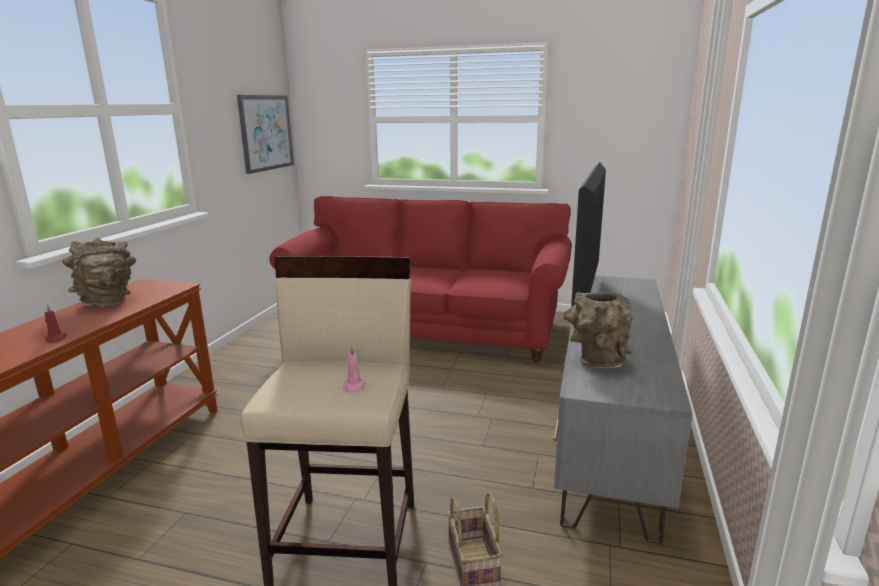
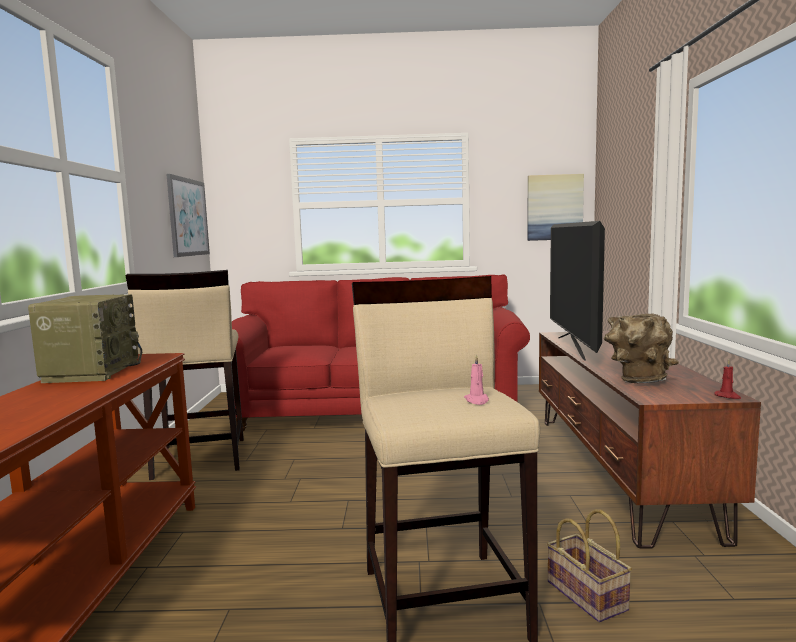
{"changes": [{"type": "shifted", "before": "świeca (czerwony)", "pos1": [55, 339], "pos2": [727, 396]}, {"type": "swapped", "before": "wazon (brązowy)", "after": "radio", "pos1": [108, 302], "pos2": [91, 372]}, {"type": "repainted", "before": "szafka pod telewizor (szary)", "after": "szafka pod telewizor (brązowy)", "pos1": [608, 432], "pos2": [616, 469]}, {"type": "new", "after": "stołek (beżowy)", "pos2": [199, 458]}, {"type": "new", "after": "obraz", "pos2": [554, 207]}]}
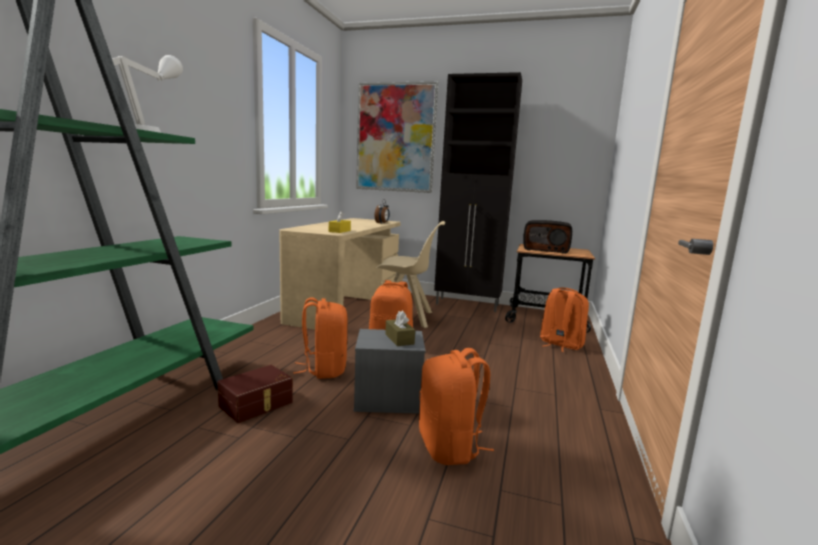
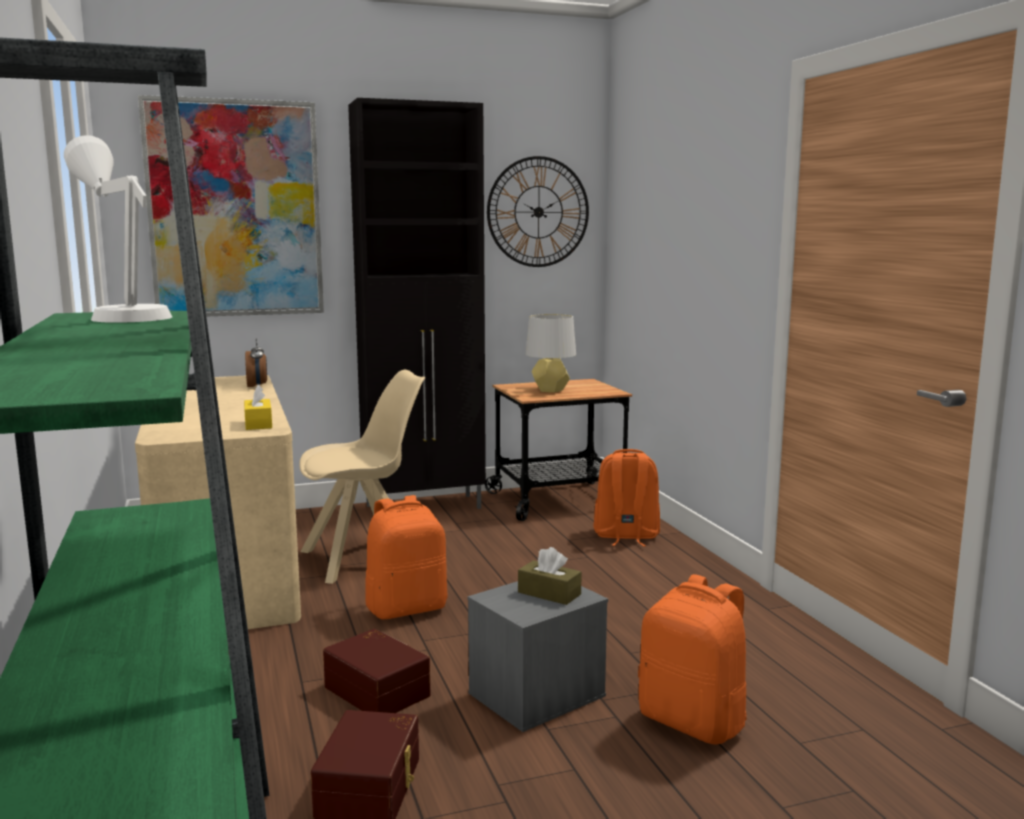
{"changes": [{"type": "swapped", "before": "plecak (pomarańczowy)", "after": "pojemnik do przechowywania (brązowy)", "pos1": [324, 369], "pos2": [379, 690]}, {"type": "swapped", "before": "radio", "after": "lampa stołowa (szary)", "pos1": [546, 249], "pos2": [550, 390]}, {"type": "new", "after": "zegar ścienny", "pos2": [538, 212]}]}
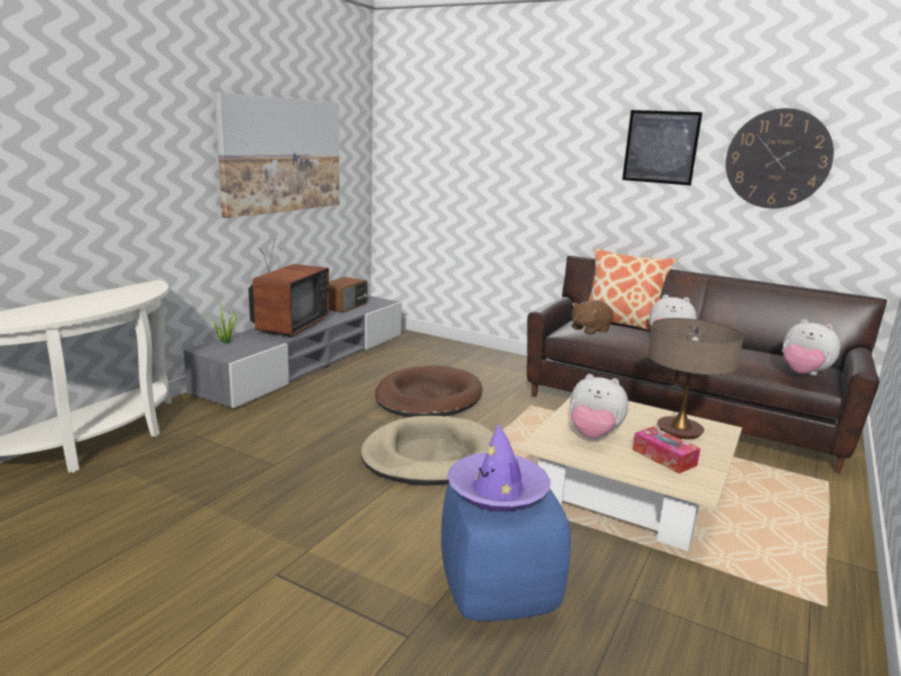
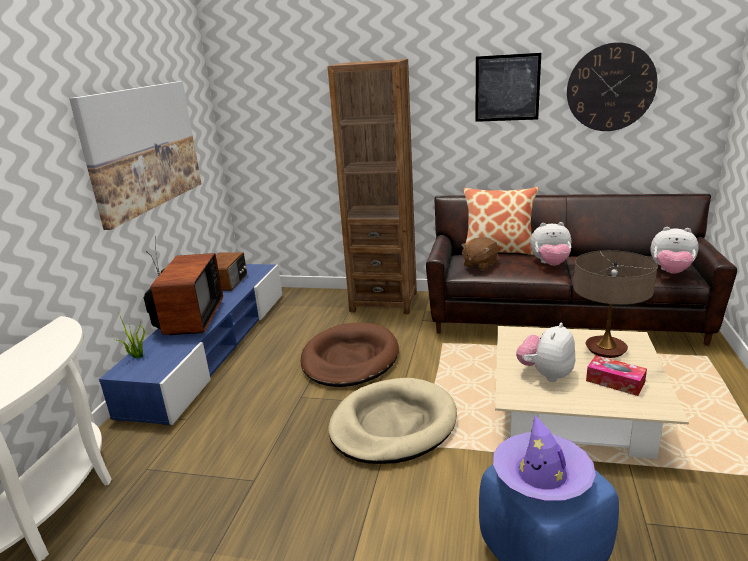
{"changes": [{"type": "repainted", "before": "szafka pod telewizor (szary)", "after": "szafka pod telewizor (niebieski)", "pos1": [309, 362], "pos2": [213, 347]}, {"type": "rotated", "before": "pluszak", "pos1": [593, 435], "pos2": [546, 374], "turn": 120}, {"type": "new", "after": "regał (brązowy)", "pos2": [384, 302]}]}
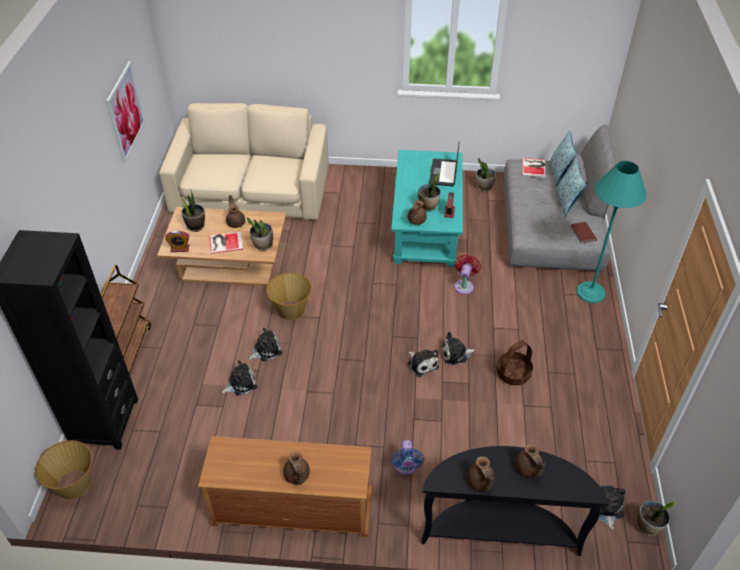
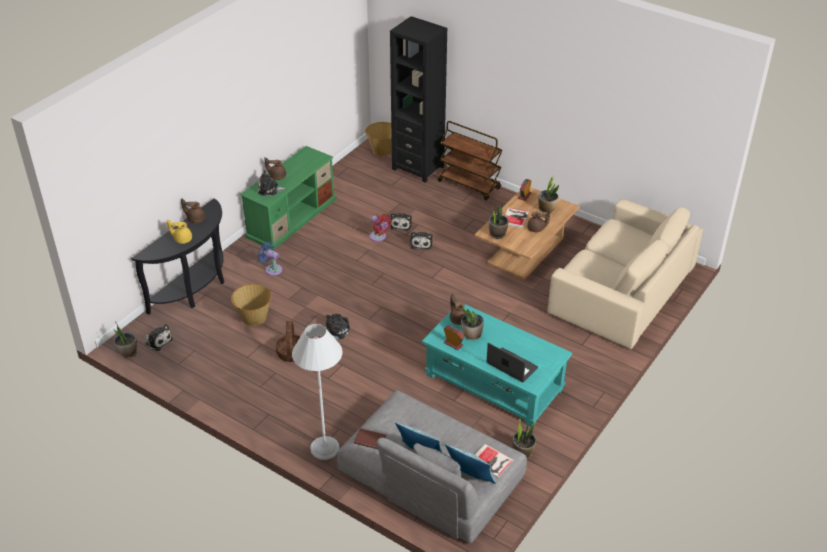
{"changes": [{"type": "gone", "before": "obraz", "pos1": [126, 112]}, {"type": "repainted", "before": "szafka pod telewizor (brązowy)", "after": "szafka pod telewizor (zielony)", "pos1": [291, 508], "pos2": [292, 217]}, {"type": "shifted", "before": "koszyk", "pos1": [291, 310], "pos2": [254, 318]}, {"type": "shifted", "before": "pluszak", "pos1": [422, 364], "pos2": [269, 189]}, {"type": "shifted", "before": "wentylator (czerwony)", "pos1": [464, 285], "pos2": [379, 237]}, {"type": "repainted", "before": "imbryk (brązowy)", "after": "imbryk (żółty)", "pos1": [528, 469], "pos2": [182, 239]}, {"type": "repainted", "before": "lampa stojąca (turkusowy)", "after": "lampa stojąca (biały)", "pos1": [590, 292], "pos2": [324, 448]}]}
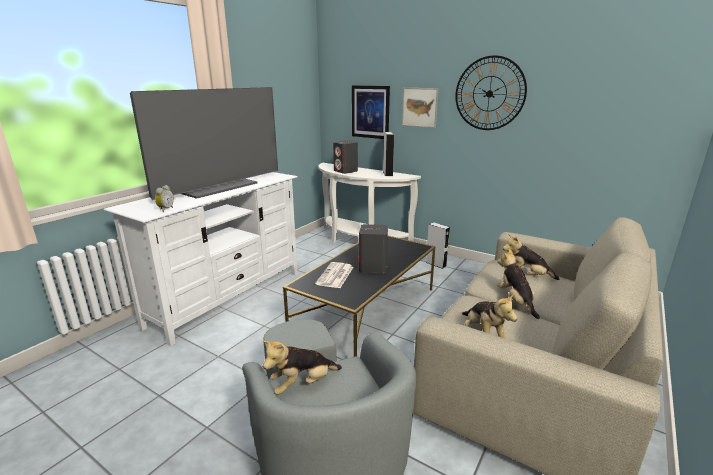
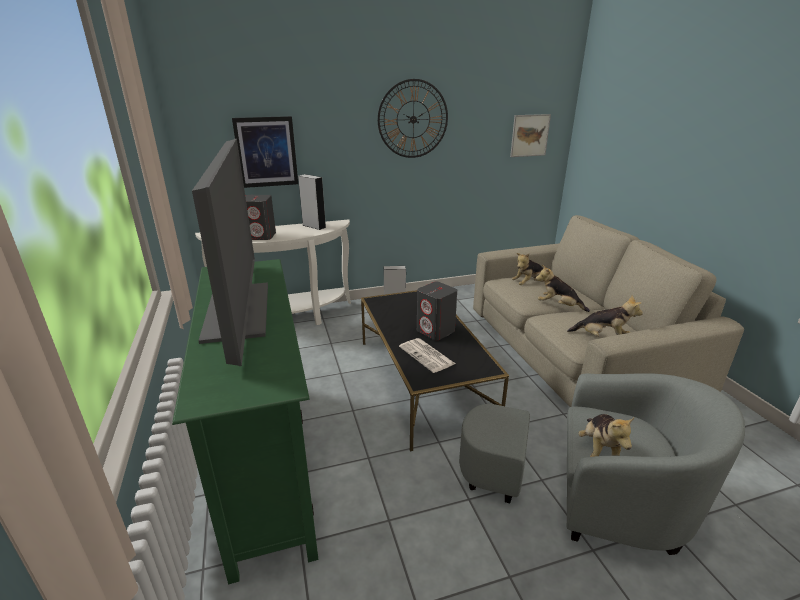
{"changes": [{"type": "repainted", "before": "szafka pod telewizor (biały)", "after": "szafka pod telewizor (zielony)", "pos1": [227, 297], "pos2": [265, 462]}, {"type": "gone", "before": "budzik", "pos1": [165, 209]}, {"type": "shifted", "before": "obraz", "pos1": [419, 107], "pos2": [529, 135]}]}
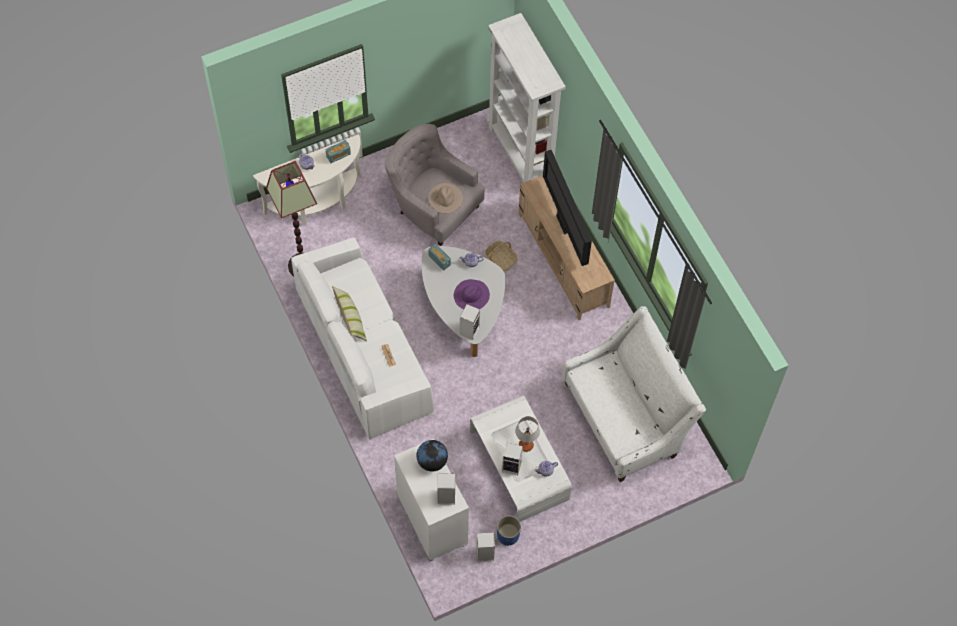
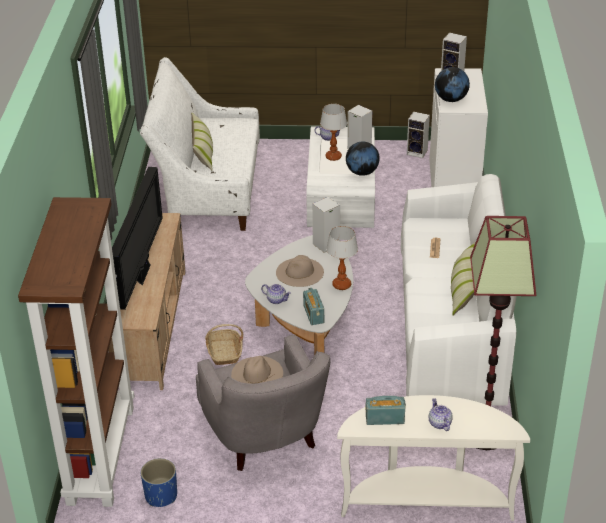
{"changes": [{"type": "repainted", "before": "kapelusz (fioletowy)", "after": "kapelusz (beżowy)", "pos1": [471, 295], "pos2": [299, 272]}, {"type": "repainted", "before": "regał (biały)", "after": "regał (brązowy)", "pos1": [521, 155], "pos2": [100, 453]}, {"type": "shifted", "before": "donica (niebieski)", "pos1": [508, 535], "pos2": [161, 496]}, {"type": "new", "after": "poduszka", "pos2": [203, 153]}, {"type": "new", "after": "lampa stołowa", "pos2": [341, 285]}, {"type": "new", "after": "globus", "pos2": [362, 172]}]}
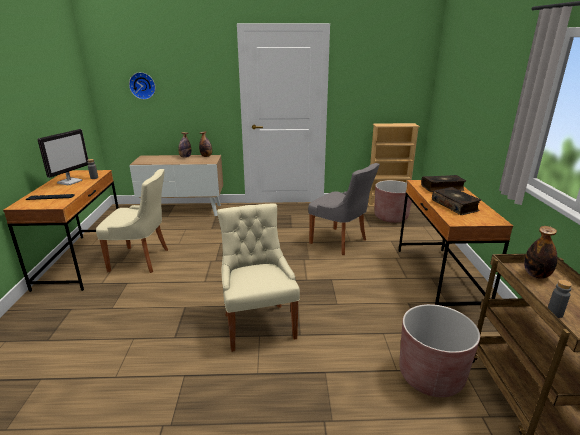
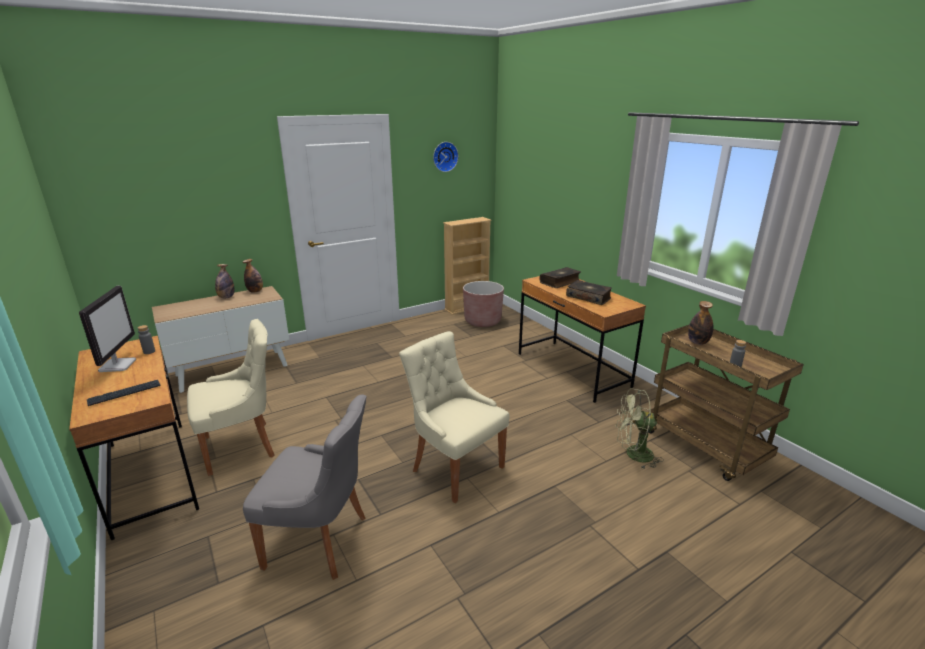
{"changes": [{"type": "shifted", "before": "zegar ścienny", "pos1": [142, 85], "pos2": [444, 156]}, {"type": "shifted", "before": "krzesło (szary)", "pos1": [340, 242], "pos2": [320, 541]}, {"type": "swapped", "before": "donica (brązowy)", "after": "wentylator (zielony)", "pos1": [431, 376], "pos2": [633, 455]}]}
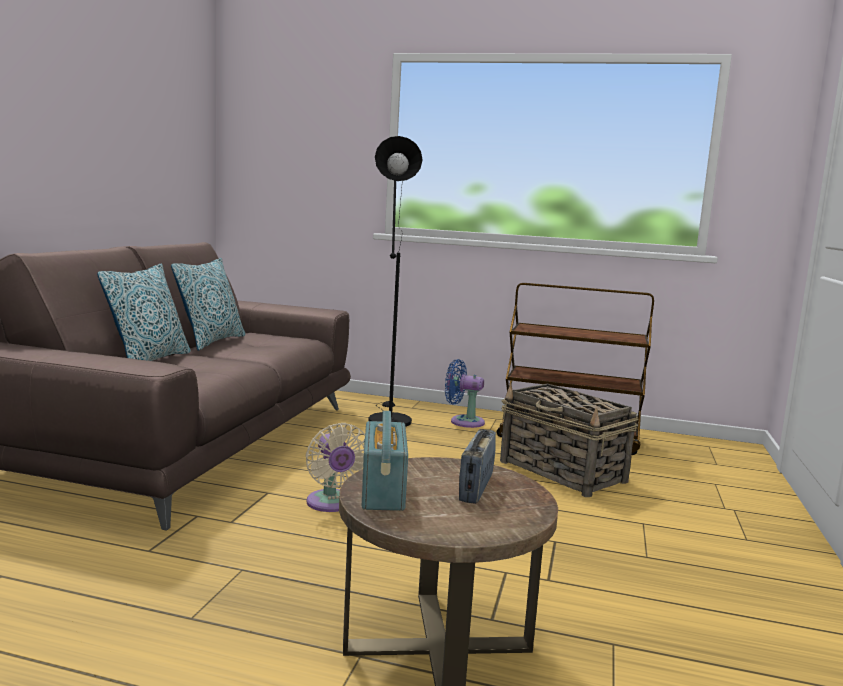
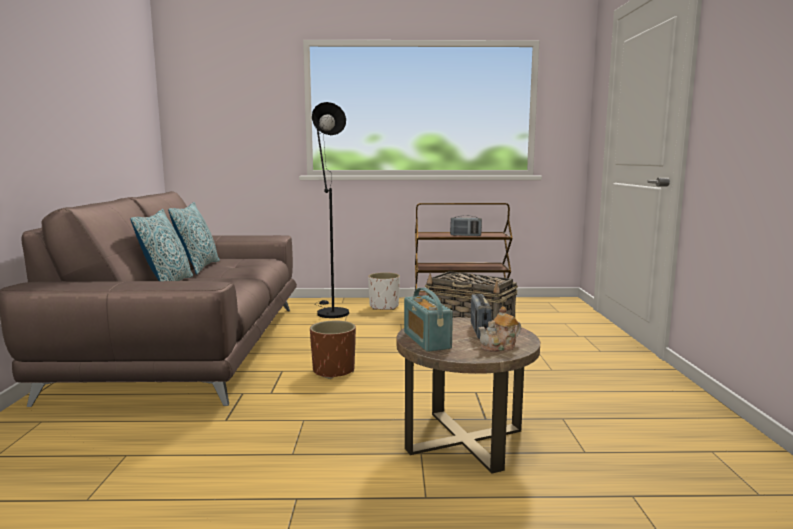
{"changes": [{"type": "swapped", "before": "wentylator (beżowy)", "after": "donica (brązowy)", "pos1": [332, 504], "pos2": [333, 371]}, {"type": "swapped", "before": "wentylator (niebieski)", "after": "donica (biały)", "pos1": [463, 421], "pos2": [384, 307]}, {"type": "new", "after": "radio", "pos2": [465, 235]}, {"type": "new", "after": "imbryk", "pos2": [499, 347]}]}
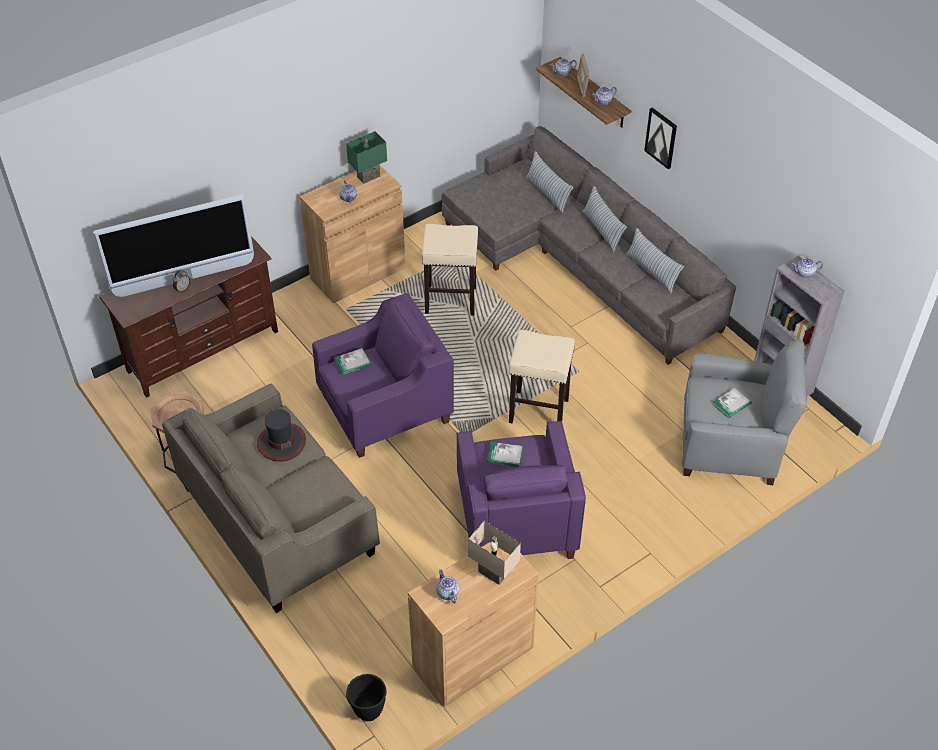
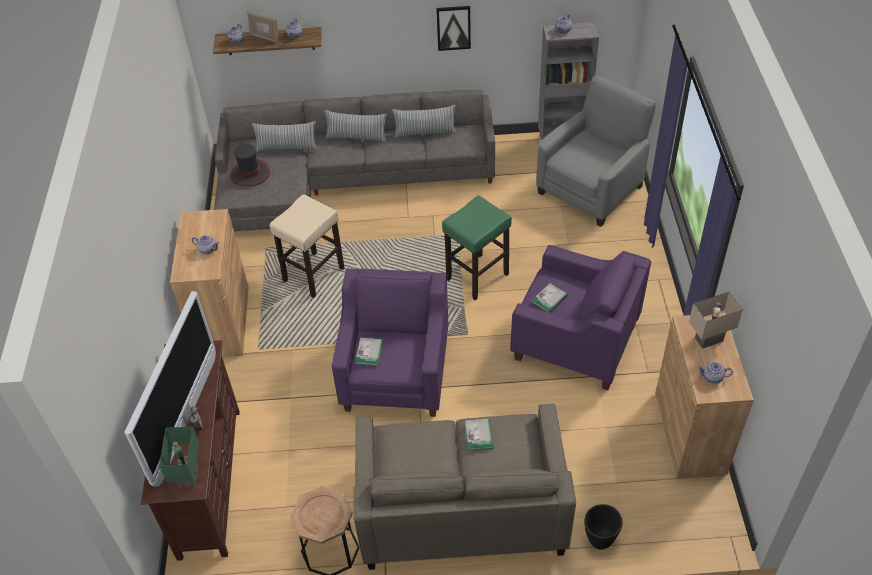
{"changes": [{"type": "shifted", "before": "kapelusz", "pos1": [281, 442], "pos2": [249, 174]}, {"type": "shifted", "before": "lampa stołowa (zielony)", "pos1": [369, 177], "pos2": [190, 476]}, {"type": "shifted", "before": "donica (czarny)", "pos1": [368, 711], "pos2": [599, 540]}, {"type": "repainted", "before": "stołek (beżowy)", "after": "stołek (zielony)", "pos1": [538, 411], "pos2": [477, 277]}, {"type": "shifted", "before": "obraz", "pos1": [661, 137], "pos2": [453, 27]}, {"type": "shifted", "before": "książka", "pos1": [731, 404], "pos2": [479, 435]}]}
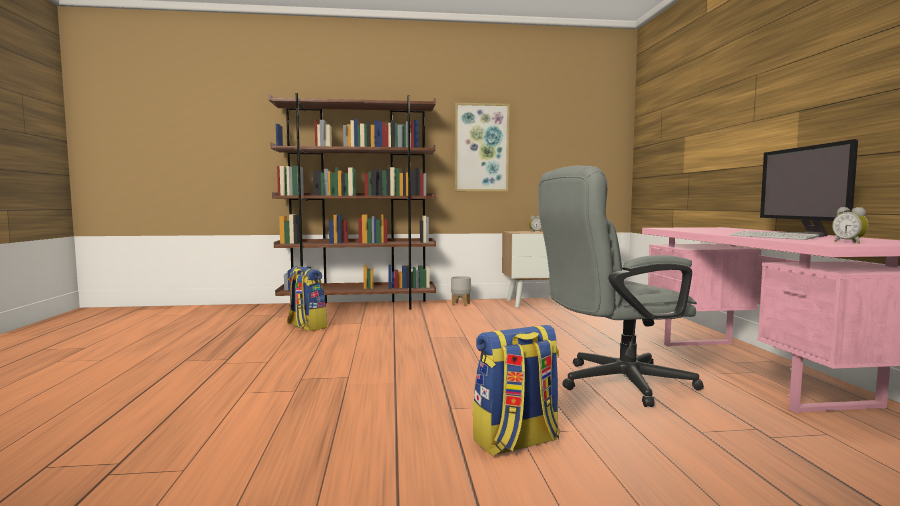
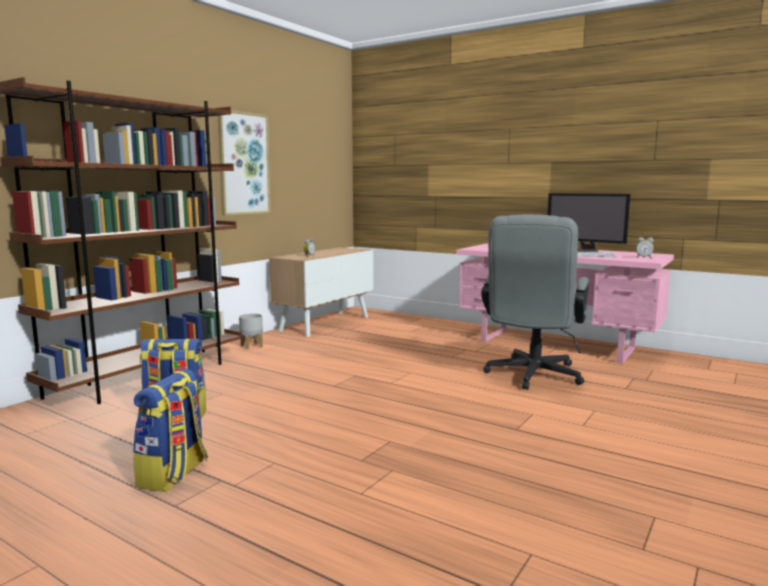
{"changes": [{"type": "shifted", "before": "plecak", "pos1": [516, 442], "pos2": [174, 474]}]}
